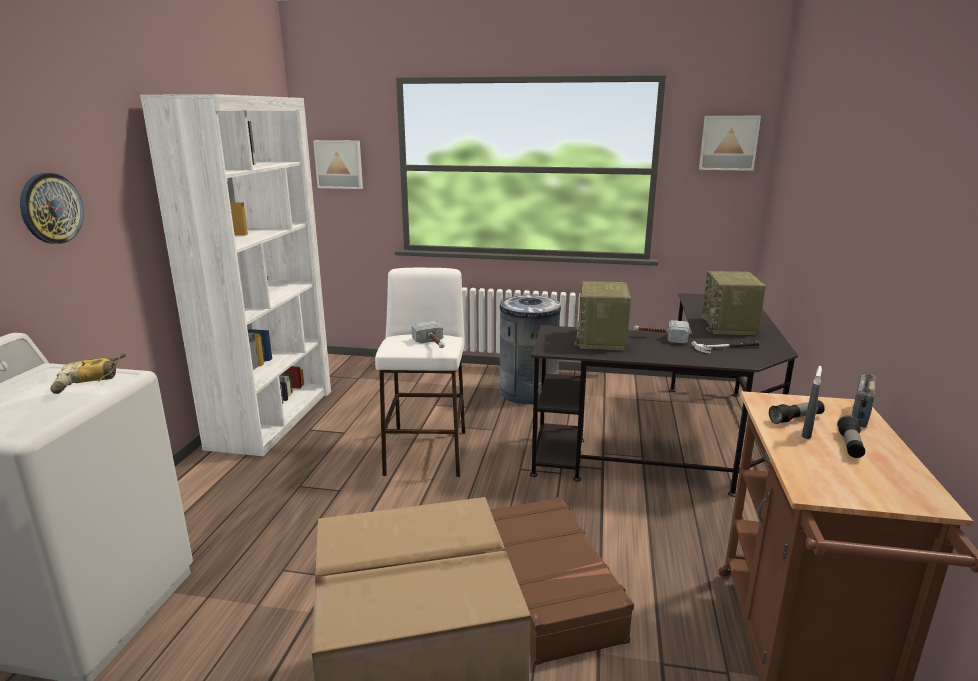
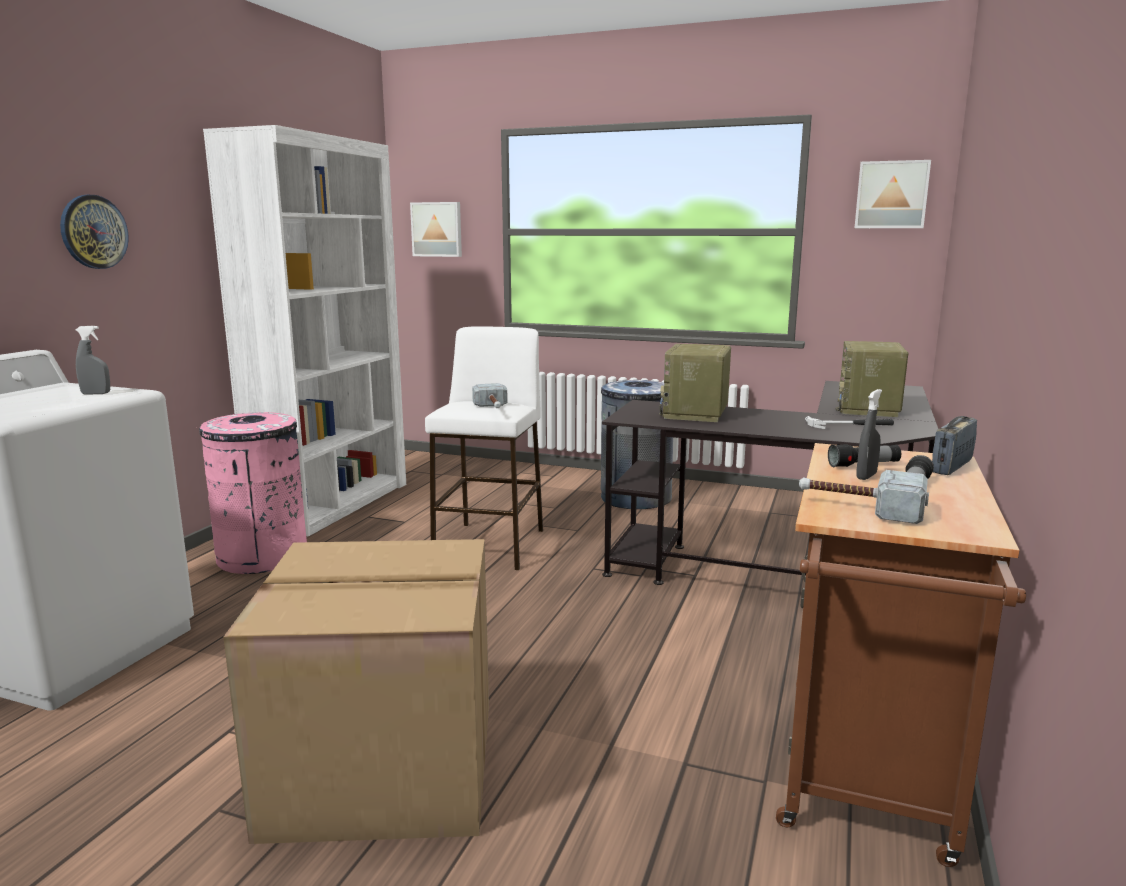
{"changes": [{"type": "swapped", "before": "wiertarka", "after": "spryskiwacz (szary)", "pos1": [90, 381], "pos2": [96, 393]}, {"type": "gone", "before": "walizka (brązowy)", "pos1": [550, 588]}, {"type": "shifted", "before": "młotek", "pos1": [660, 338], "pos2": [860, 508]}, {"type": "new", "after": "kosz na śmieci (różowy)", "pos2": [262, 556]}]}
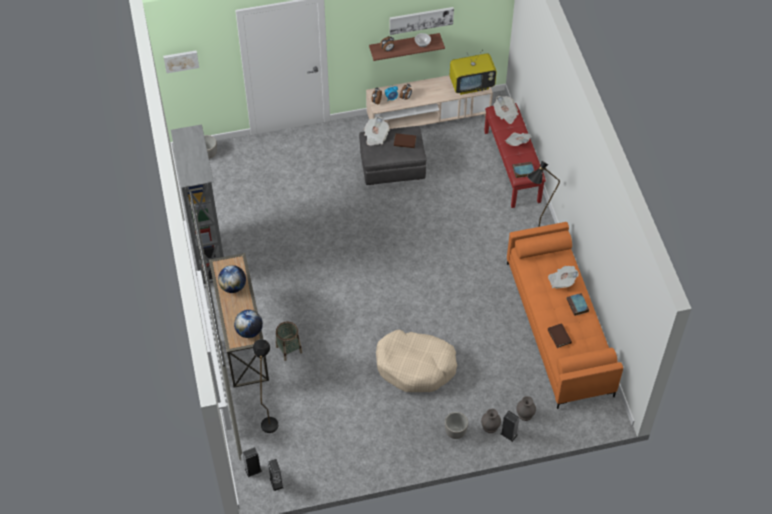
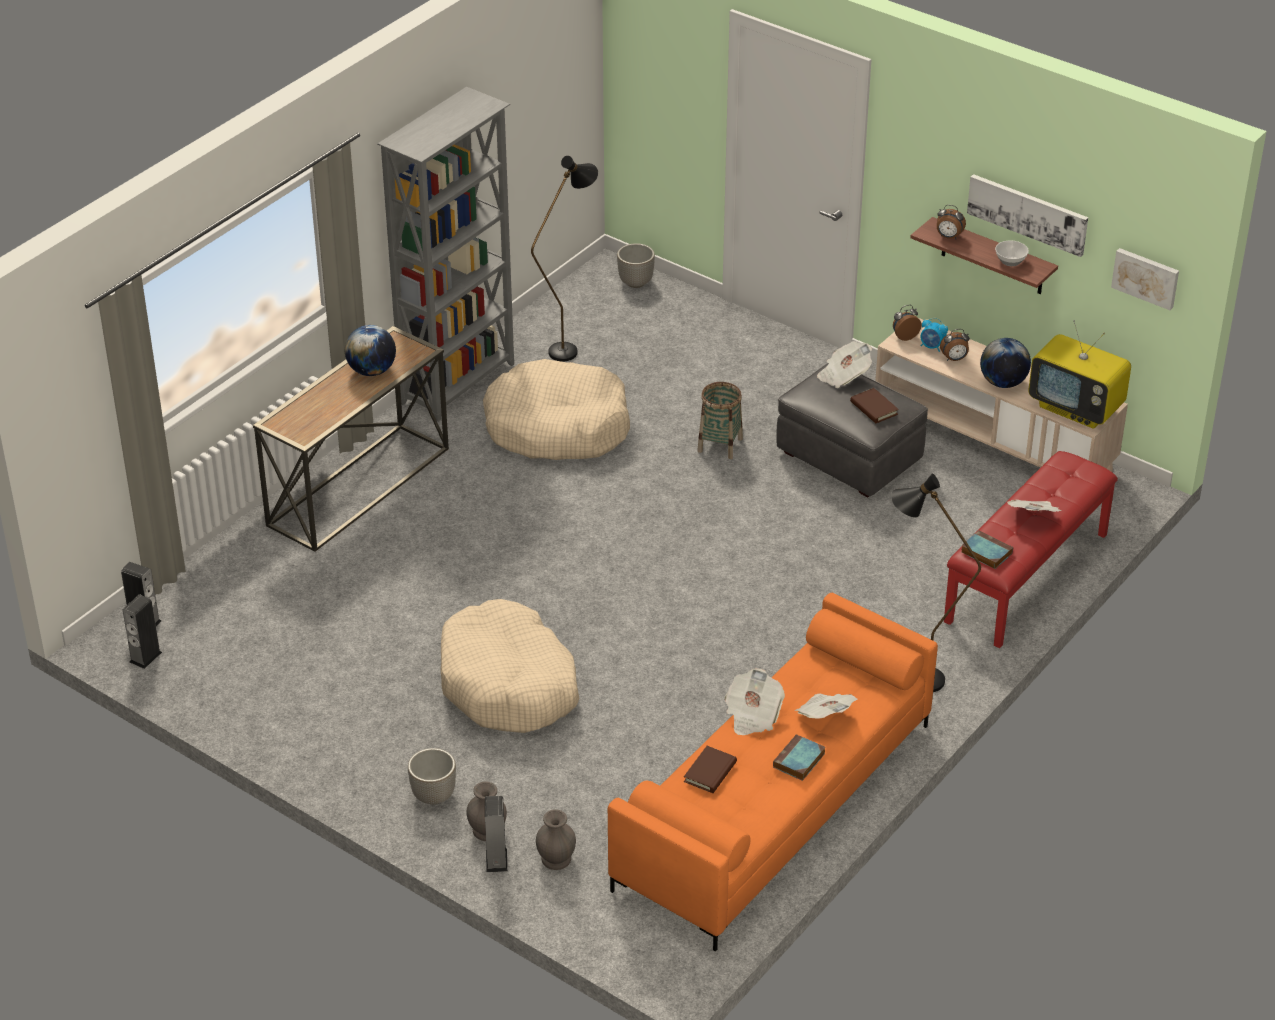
{"changes": [{"type": "shifted", "before": "obraz", "pos1": [181, 60], "pos2": [1146, 277]}, {"type": "shifted", "before": "globus", "pos1": [249, 331], "pos2": [1003, 383]}, {"type": "shifted", "before": "lampa stojąca (czarny)", "pos1": [269, 419], "pos2": [571, 348]}, {"type": "shifted", "before": "koszyk", "pos1": [288, 349], "pos2": [720, 445]}, {"type": "shifted", "before": "gazeta", "pos1": [505, 114], "pos2": [752, 715]}, {"type": "new", "after": "legowisko (beżowy)", "pos2": [557, 427]}]}
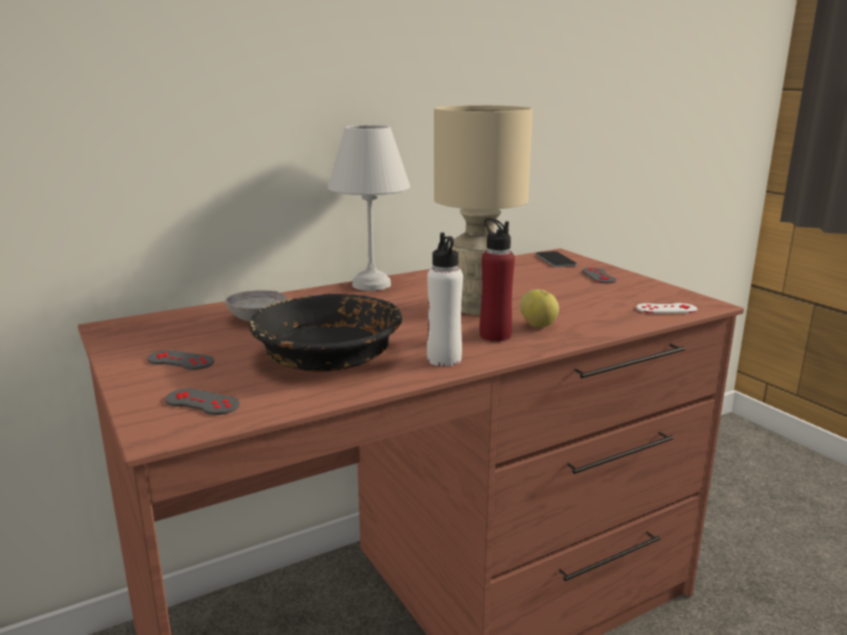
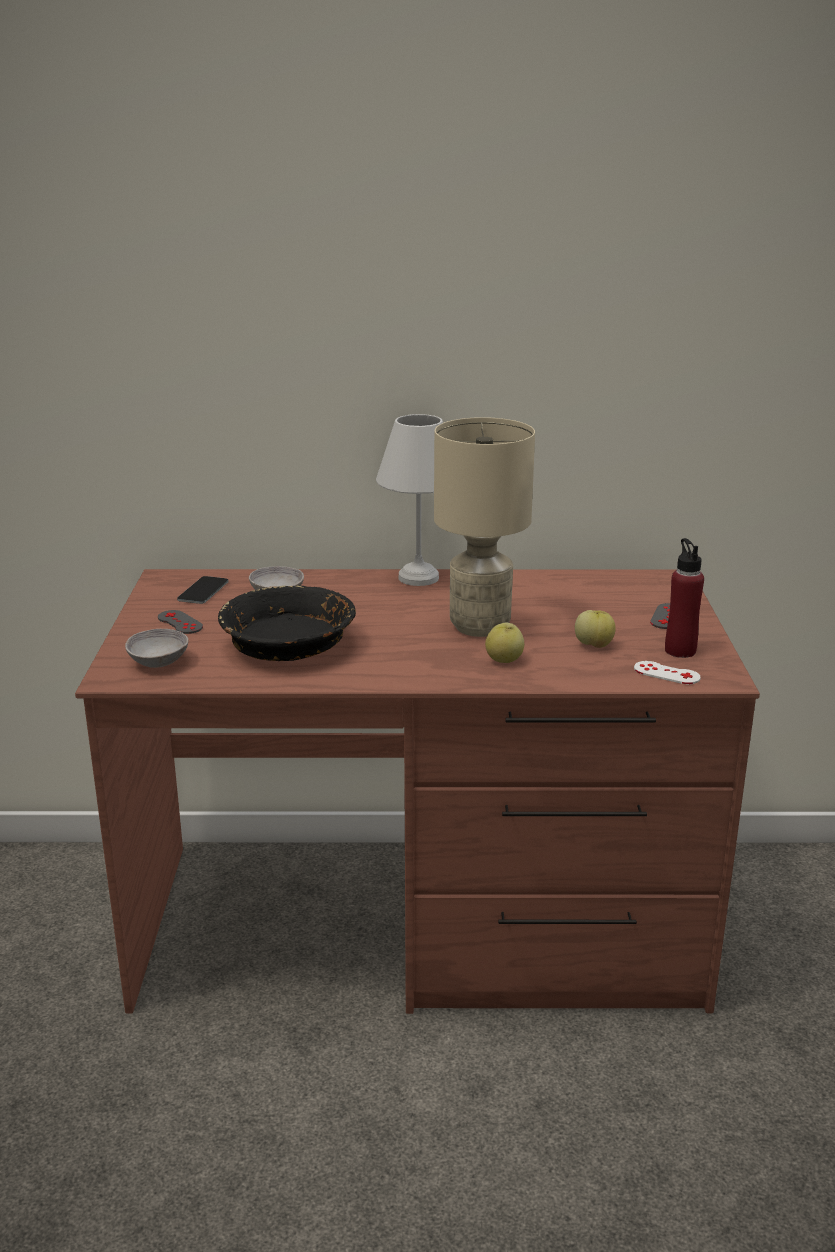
{"changes": [{"type": "swapped", "before": "pad do gier (szary)", "after": "miska (szary)", "pos1": [202, 402], "pos2": [158, 662]}, {"type": "gone", "before": "butelka (biały)", "pos1": [444, 359]}, {"type": "shifted", "before": "butelka (czerwony)", "pos1": [495, 335], "pos2": [680, 650]}, {"type": "shifted", "before": "telefon", "pos1": [555, 260], "pos2": [203, 591]}, {"type": "new", "after": "jabłko", "pos2": [594, 645]}]}
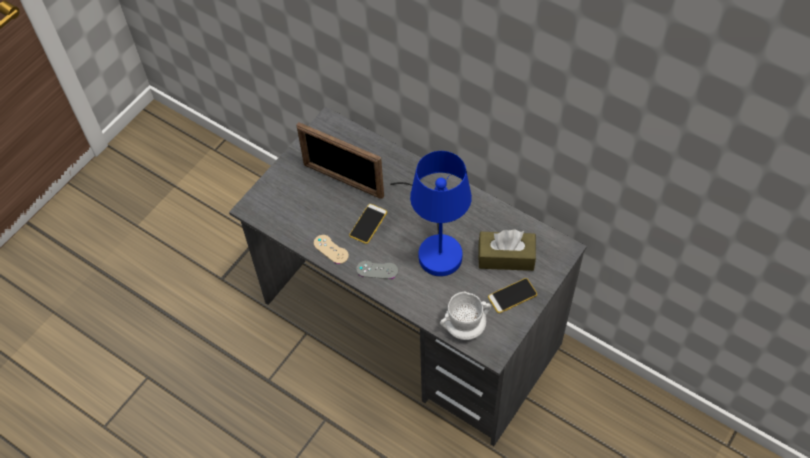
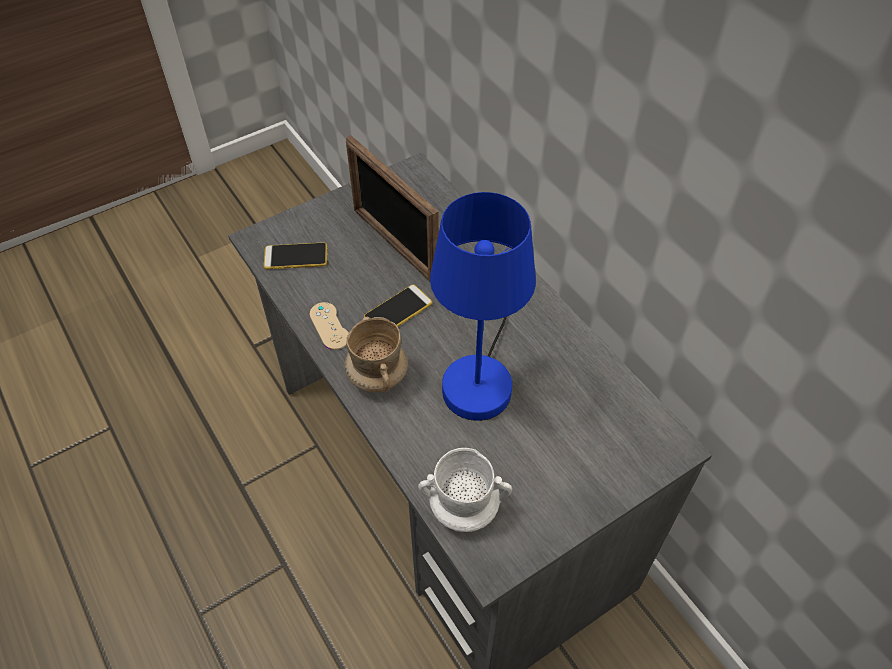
{"changes": [{"type": "swapped", "before": "pad do gier (szary)", "after": "kubek (beżowy)", "pos1": [377, 270], "pos2": [377, 376]}, {"type": "gone", "before": "pudełko chusteczek (brązowy)", "pos1": [506, 257]}, {"type": "shifted", "before": "telefon", "pos1": [512, 296], "pos2": [295, 256]}]}
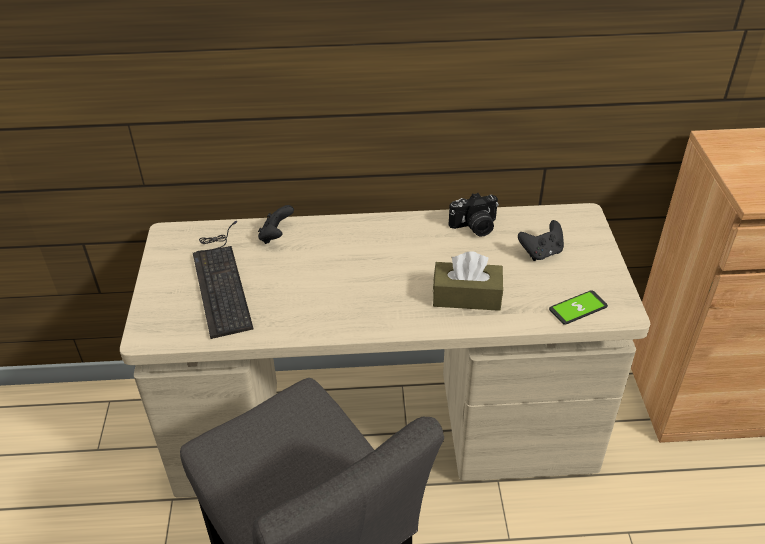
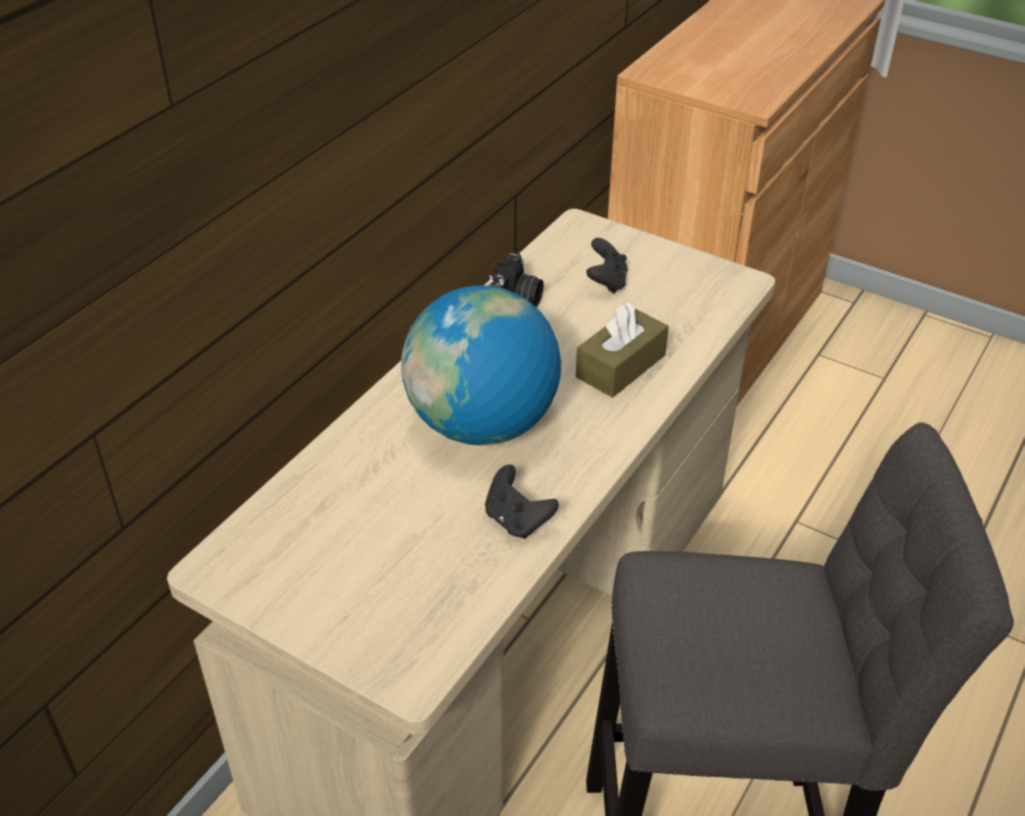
{"changes": [{"type": "gone", "before": "klawiatura", "pos1": [221, 279]}, {"type": "shifted", "before": "pad do gier (czarny)", "pos1": [276, 236], "pos2": [517, 520]}, {"type": "gone", "before": "telefon", "pos1": [578, 308]}, {"type": "new", "after": "globus", "pos2": [482, 424]}]}
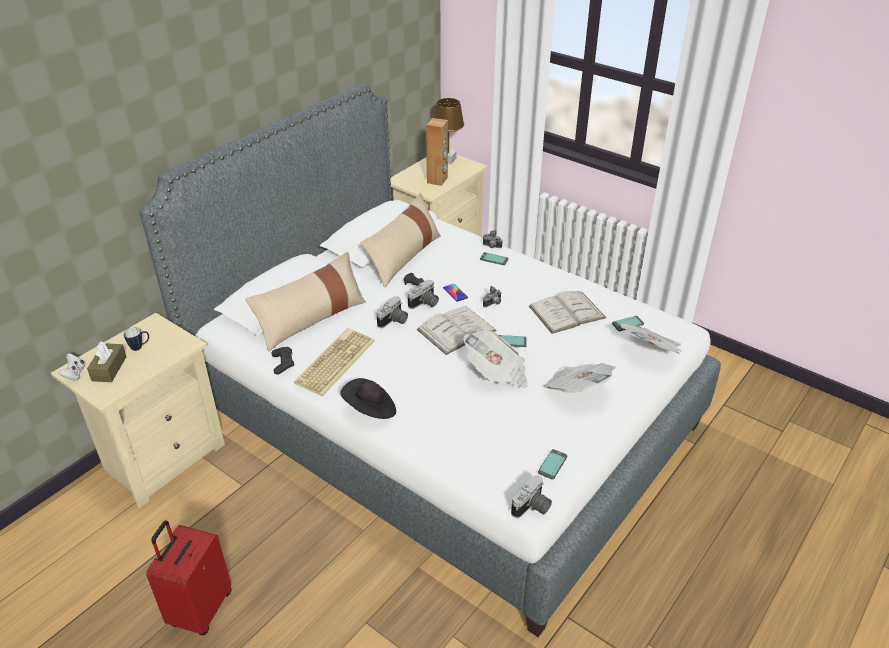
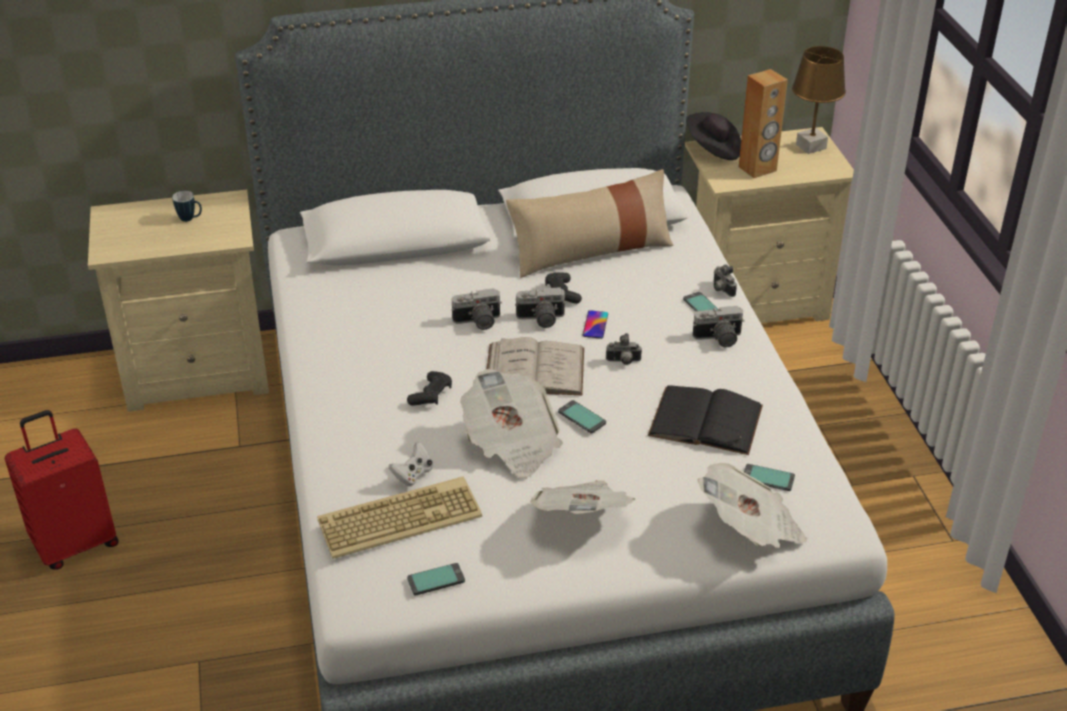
{"changes": [{"type": "shifted", "before": "pad do gier (biały)", "pos1": [74, 374], "pos2": [413, 475]}, {"type": "gone", "before": "pudełko chusteczek (brązowy)", "pos1": [109, 369]}, {"type": "gone", "before": "poduszka (beżowy)", "pos1": [311, 319]}, {"type": "shifted", "before": "pad do gier (czarny)", "pos1": [283, 363], "pos2": [431, 395]}, {"type": "shifted", "before": "klawiatura", "pos1": [334, 361], "pos2": [400, 517]}, {"type": "shifted", "before": "kapelusz (czarny)", "pos1": [370, 410], "pos2": [713, 149]}, {"type": "shifted", "before": "aparat fotograficzny", "pos1": [532, 508], "pos2": [718, 339]}, {"type": "repainted", "before": "książka (biały)", "after": "książka (czarny)", "pos1": [567, 312], "pos2": [705, 420]}]}
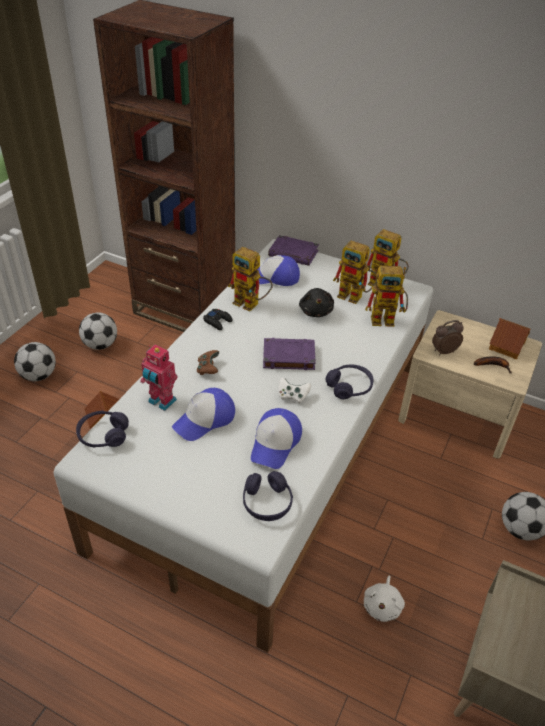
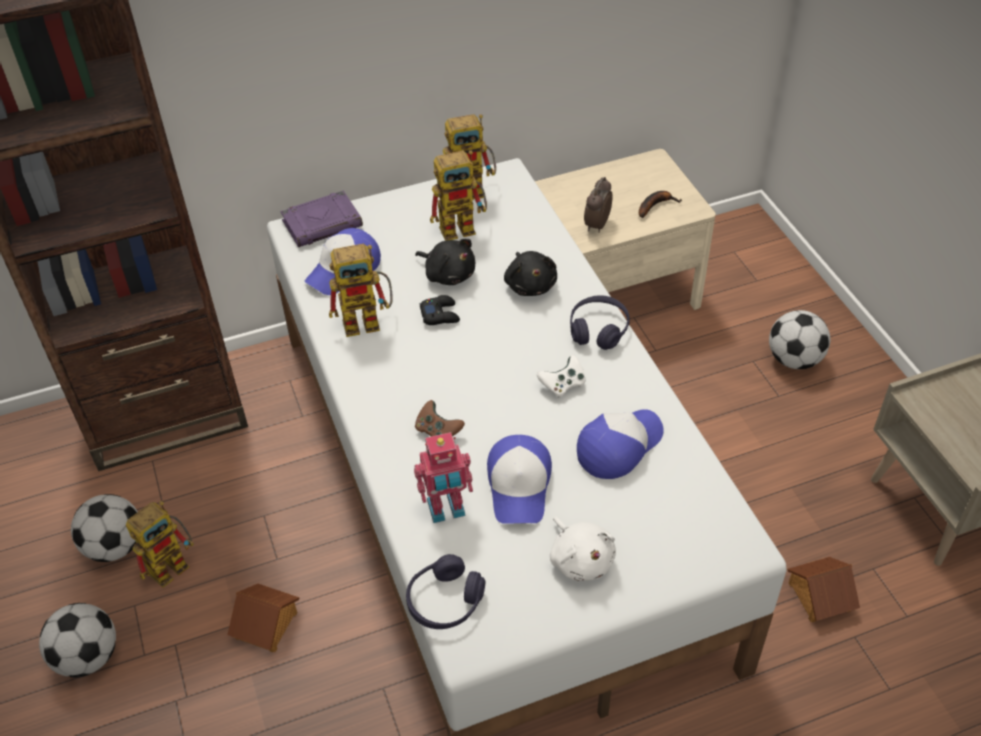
{"changes": [{"type": "shifted", "before": "pad do gier (czarny)", "pos1": [218, 321], "pos2": [440, 314]}, {"type": "gone", "before": "słuchawki (fioletowy)", "pos1": [267, 502]}, {"type": "rotated", "before": "czapka z daszkiem", "pos1": [275, 443], "pos2": [618, 446], "turn": -105}, {"type": "gone", "before": "książka (fioletowy)", "pos1": [288, 357]}, {"type": "shifted", "before": "pluszak (biały)", "pos1": [382, 605], "pos2": [580, 559]}, {"type": "shifted", "before": "robot zabawkowy", "pos1": [387, 319], "pos2": [173, 562]}, {"type": "shifted", "before": "domek", "pos1": [506, 345], "pos2": [818, 596]}, {"type": "new", "after": "pluszak (czarny)", "pos2": [530, 284]}]}
